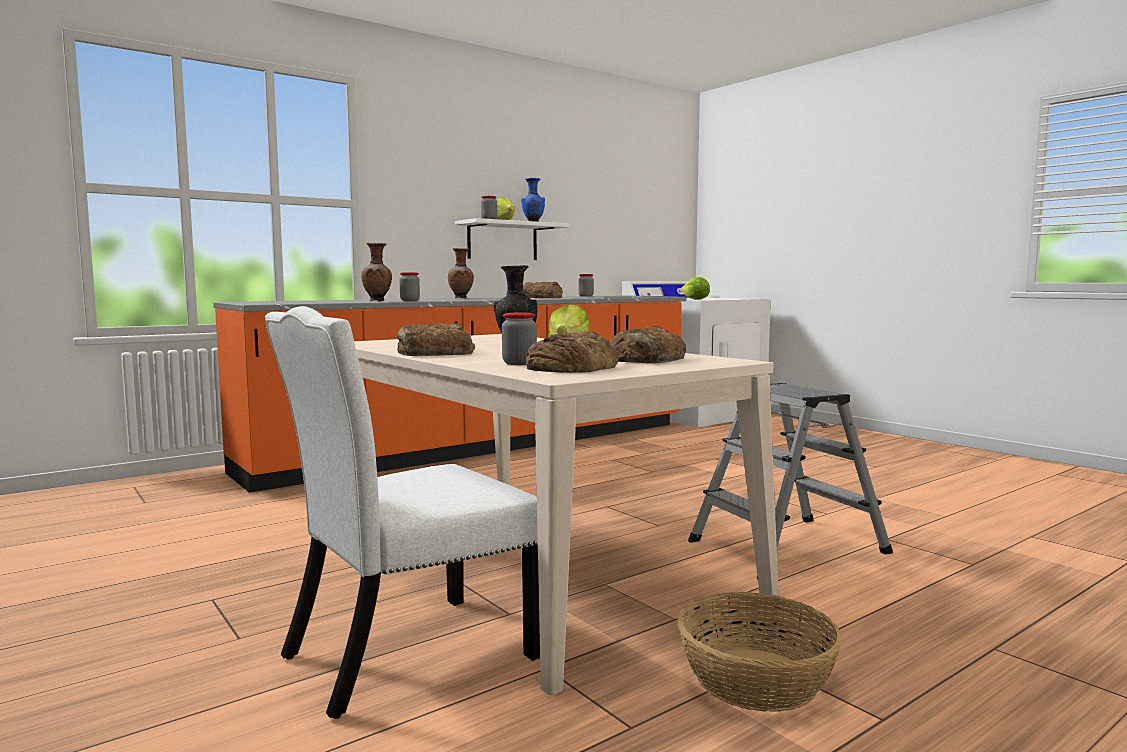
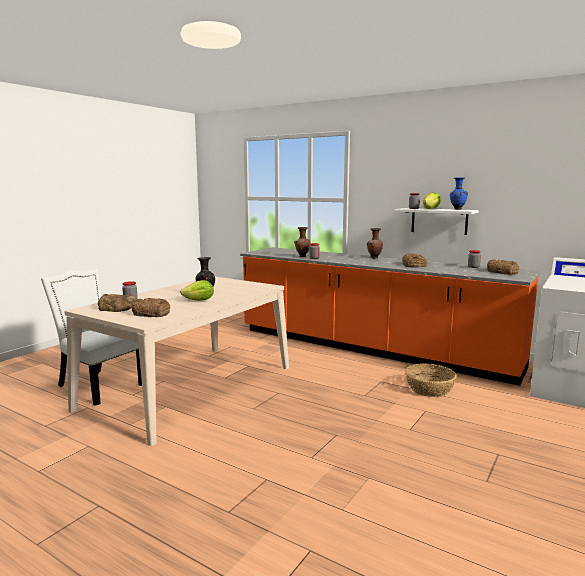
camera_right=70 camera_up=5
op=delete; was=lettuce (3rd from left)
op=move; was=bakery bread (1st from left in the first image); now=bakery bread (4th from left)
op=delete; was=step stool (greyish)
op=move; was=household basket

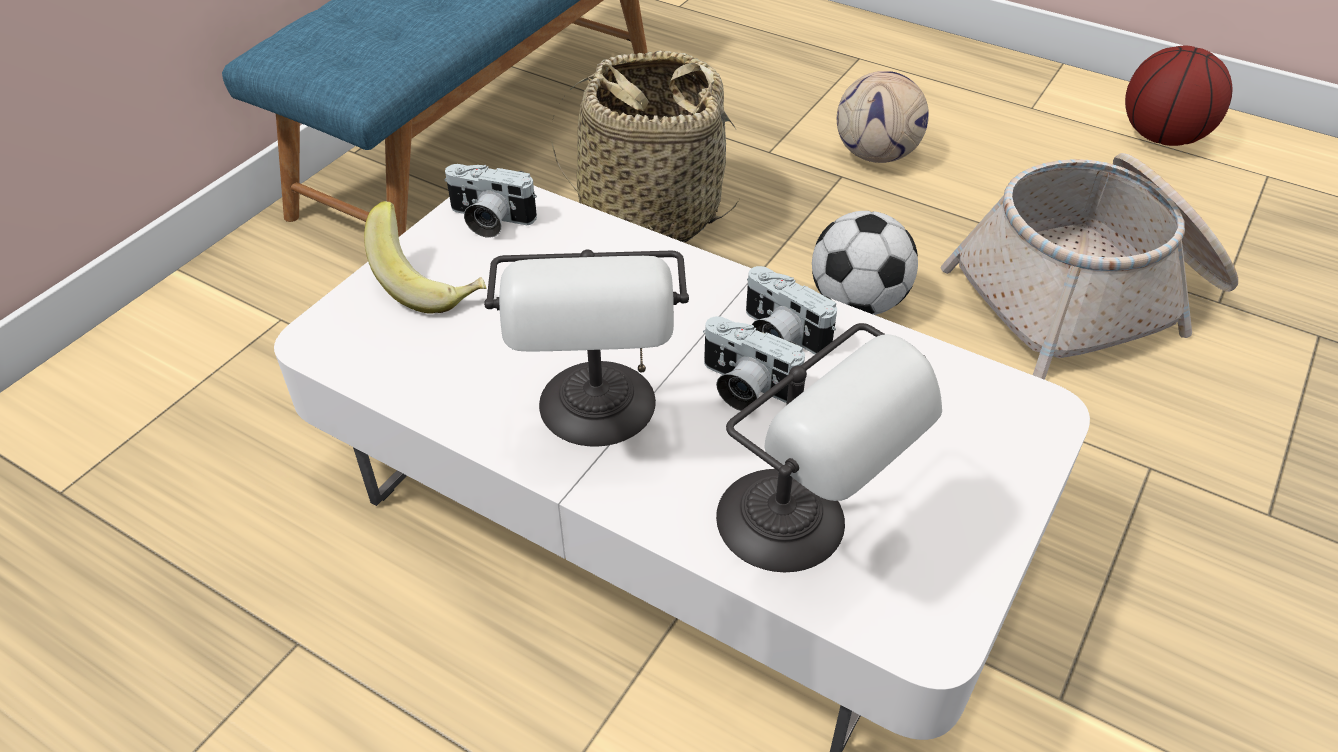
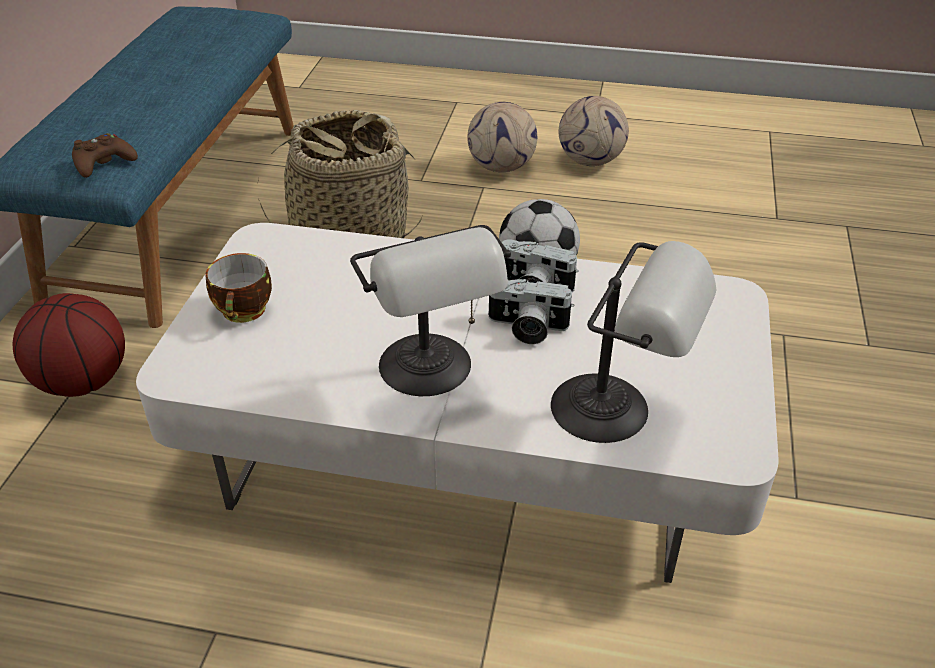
camera_right=-20 camera_up=-5
op=move; was=basketball
op=delete; was=household basket (2nd from left)
op=delete; was=photo camera (1st from left)
op=replace; was=banana fruit; now=drinking cup
op=insert; now=football (3rd from left)
op=insert; now=game controller (brownish)

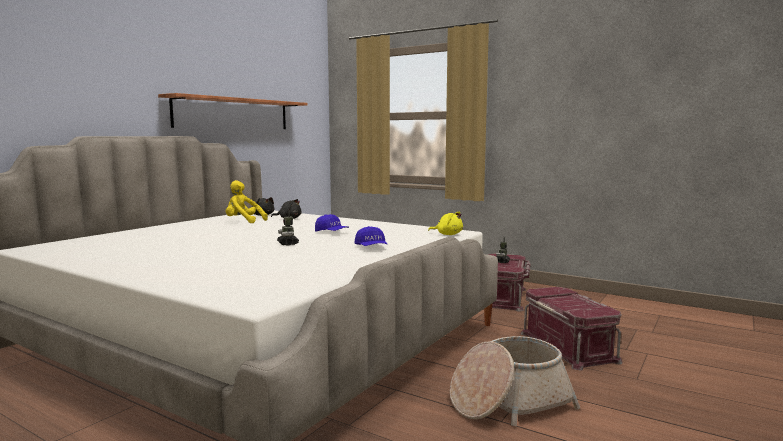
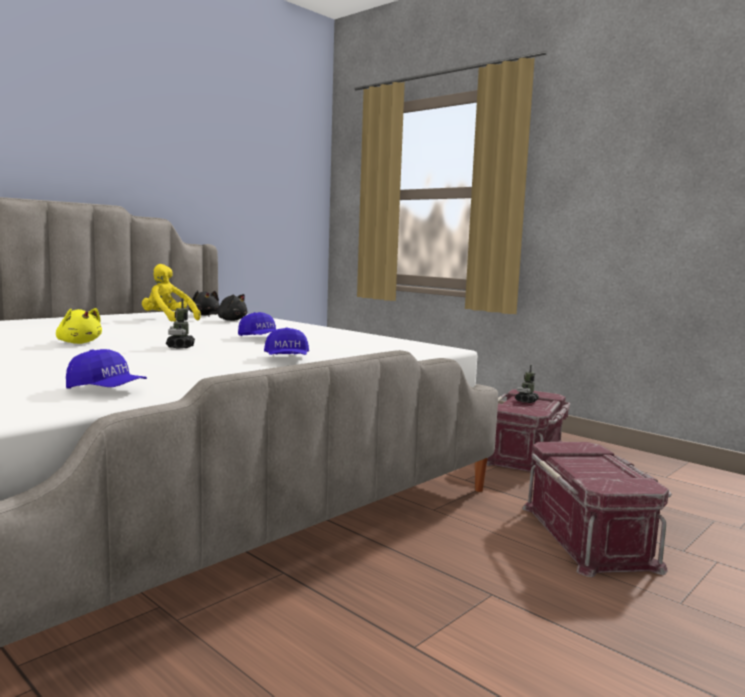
camera_right=10 camera_up=0
op=delete; was=wall shelf
op=move; was=cuddly toy (yellowish) (2nd from left in the first image); now=cuddly toy (yellowish) (1st from left)
op=delete; was=household basket
op=insert; now=cap (blue-coloured) (1st from left)

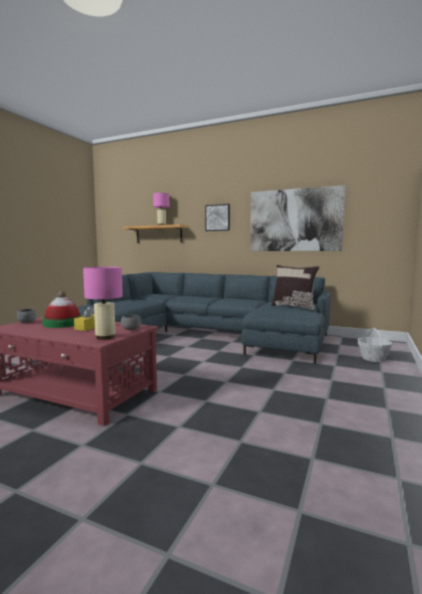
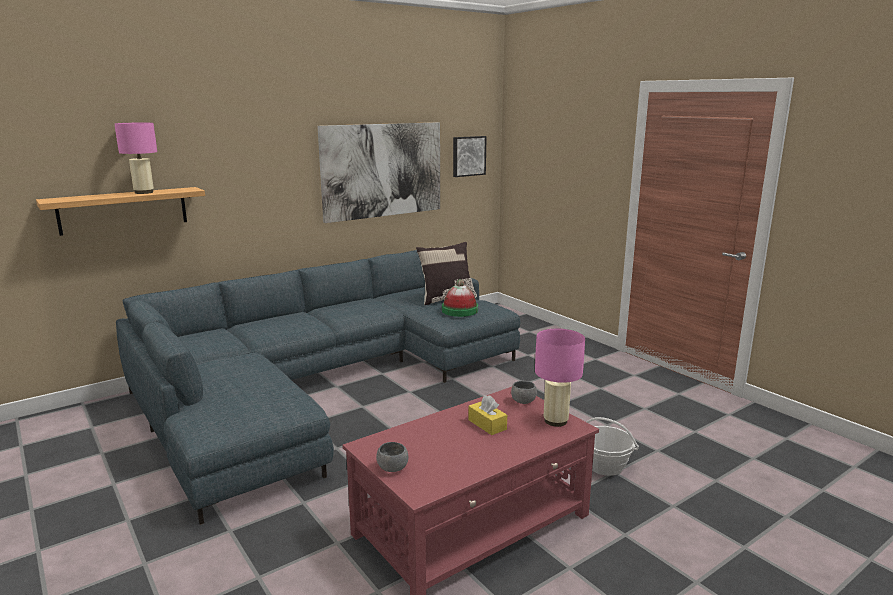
camera_right=-60 camera_up=10
op=move; was=wall picture (1st from left in the first image); now=wall picture (2nd from left)
op=move; was=hat
op=move; was=household basket

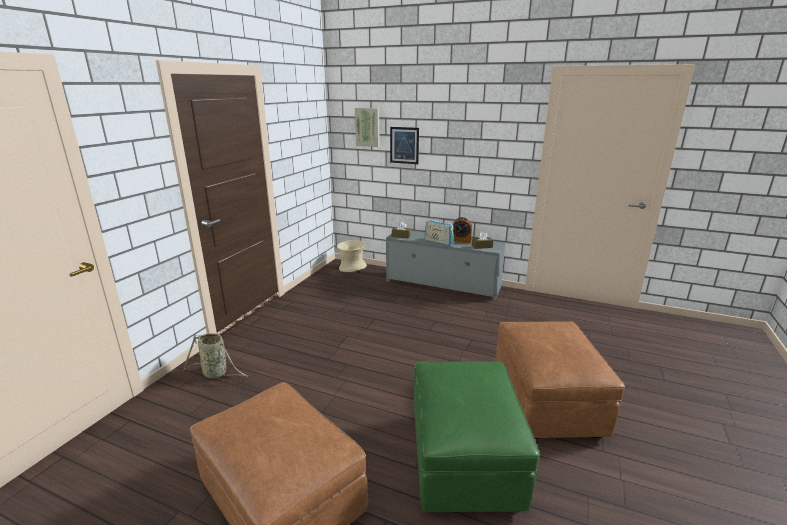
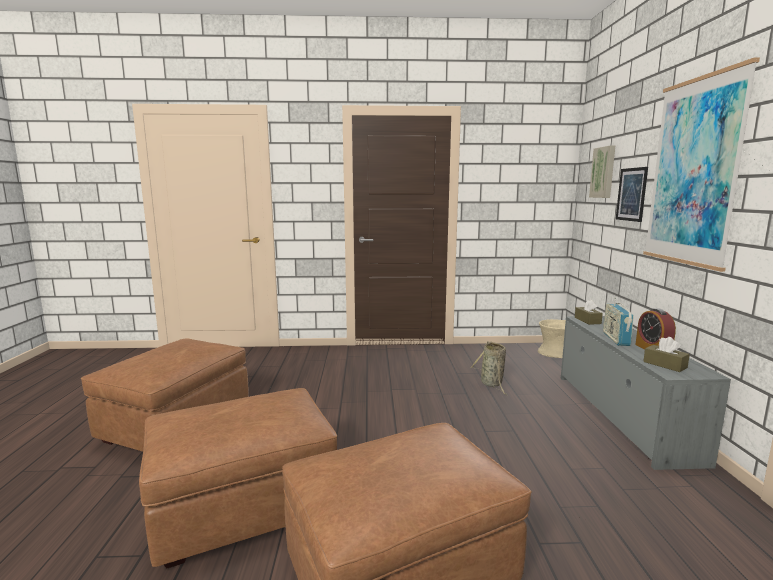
camera_right=65 camera_up=-10
op=move; was=household basket
op=recolor; was=ottoman (greenish); now=ottoman (brownish) (2nd from left)
op=insert; now=wall picture (3rd from left)

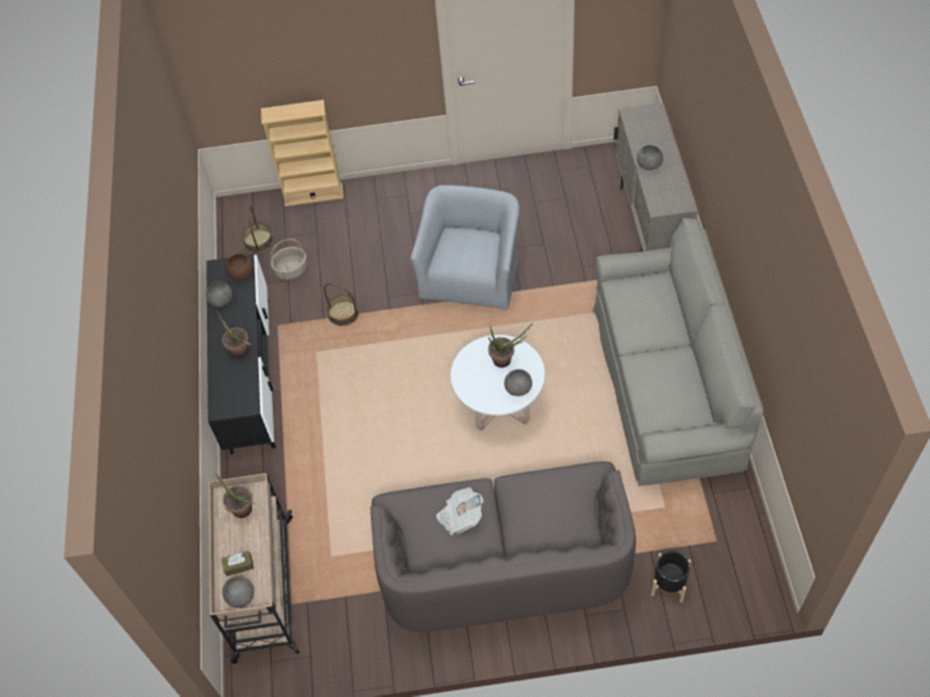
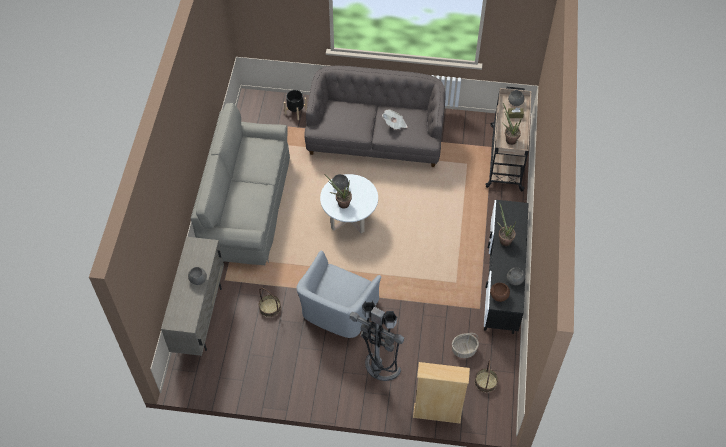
camera_right=-170 camera_up=0
op=move; was=household basket (3rd from left in the first image); now=household basket (1st from left)
op=insert; now=standing lamp (greyish)

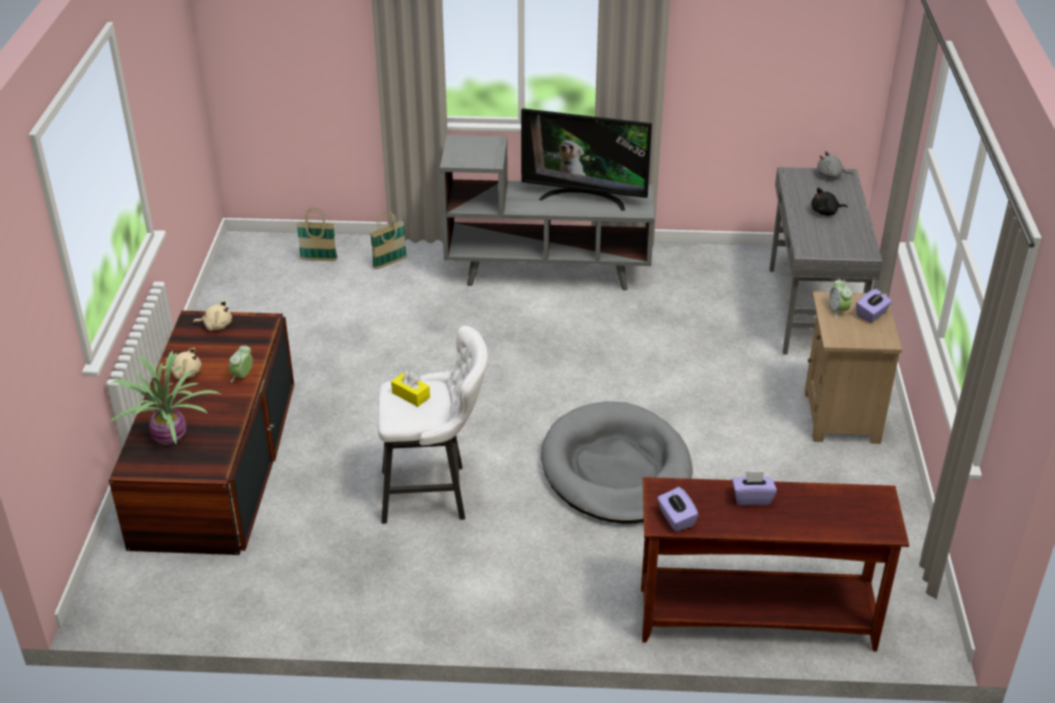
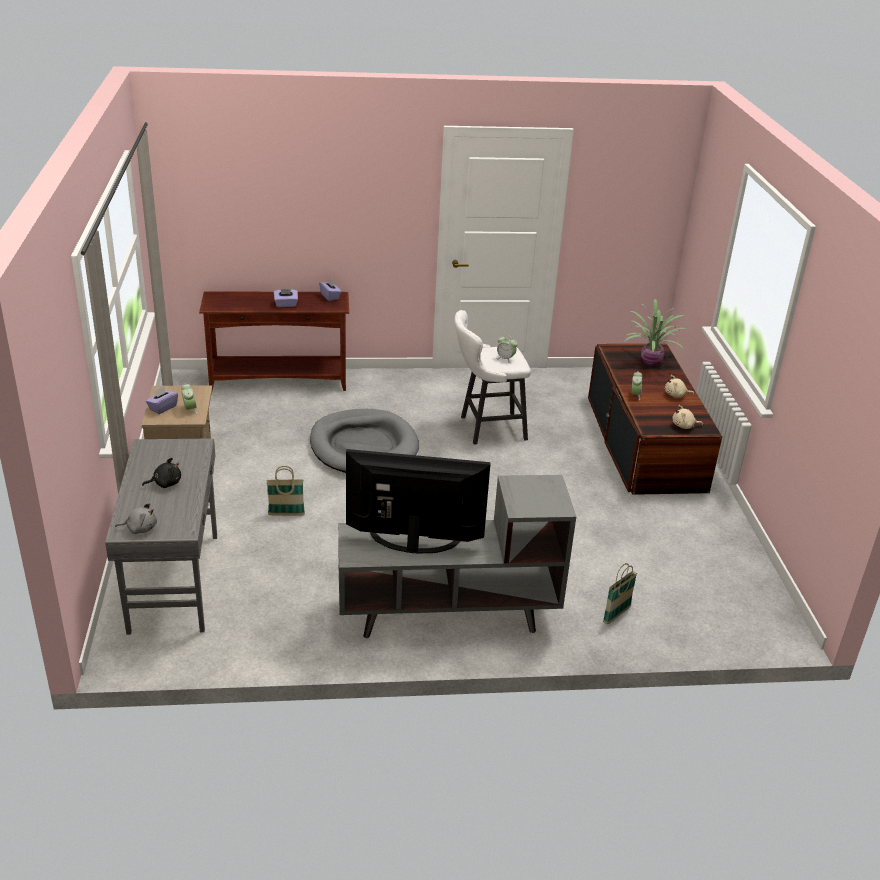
camera_right=170 camera_up=-5
op=move; was=household basket (1st from left)
op=replace; was=tissue box (yellowish); now=table clock (2nd from left)

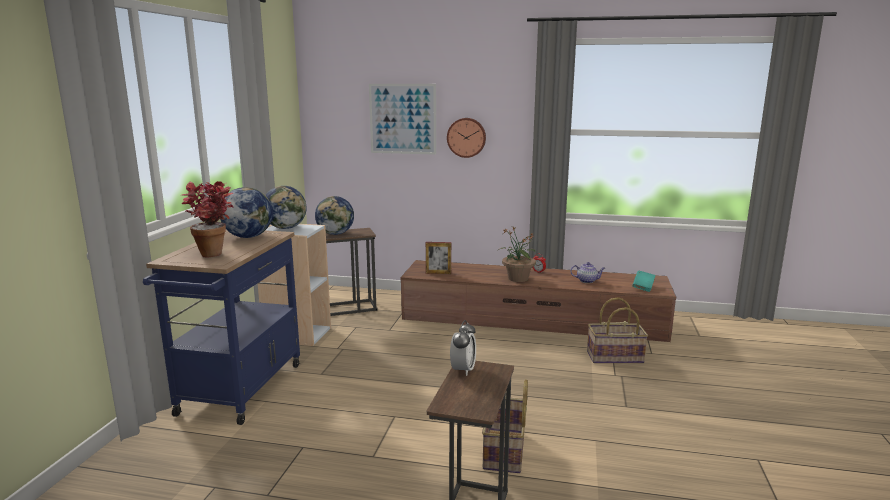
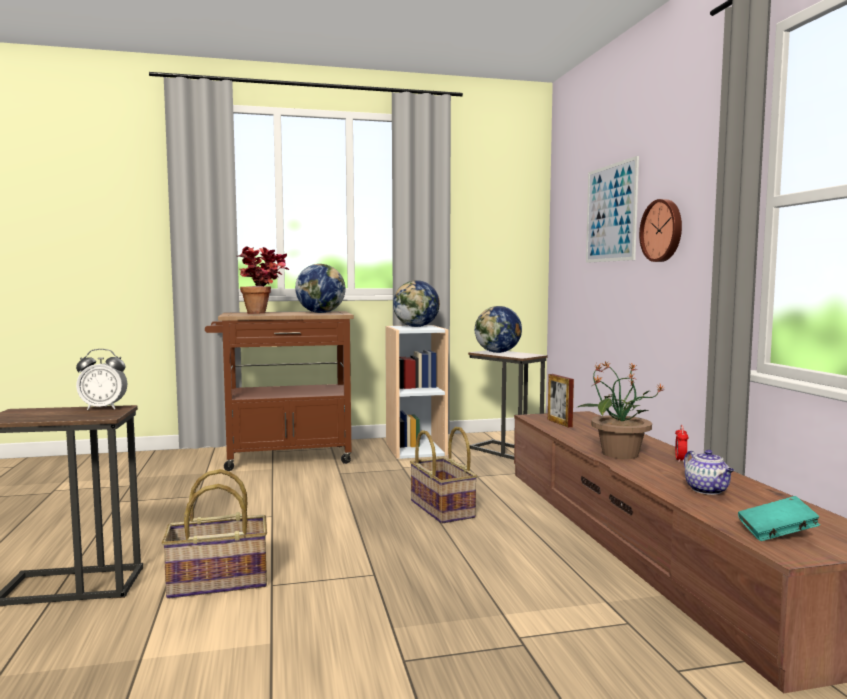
camera_right=65 camera_up=-10
op=recolor; was=wheeled cart (blue-coloured); now=wheeled cart (brownish)
op=move; was=household basket (2nd from left)

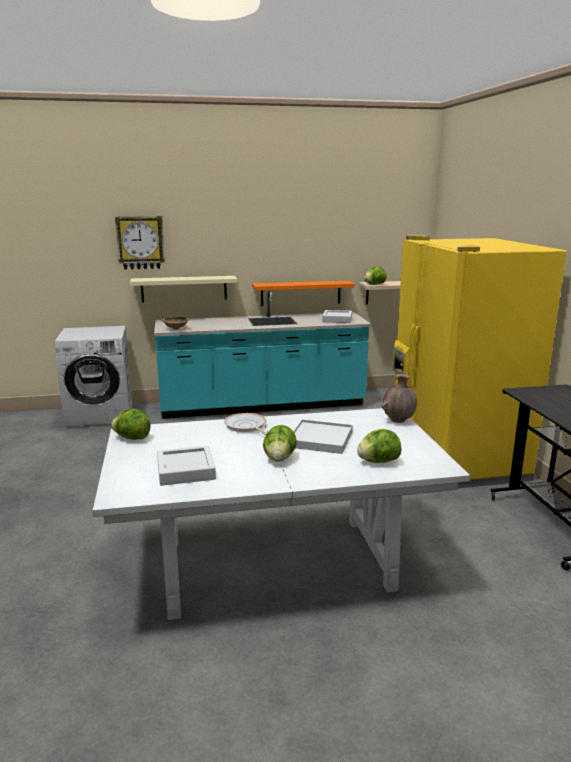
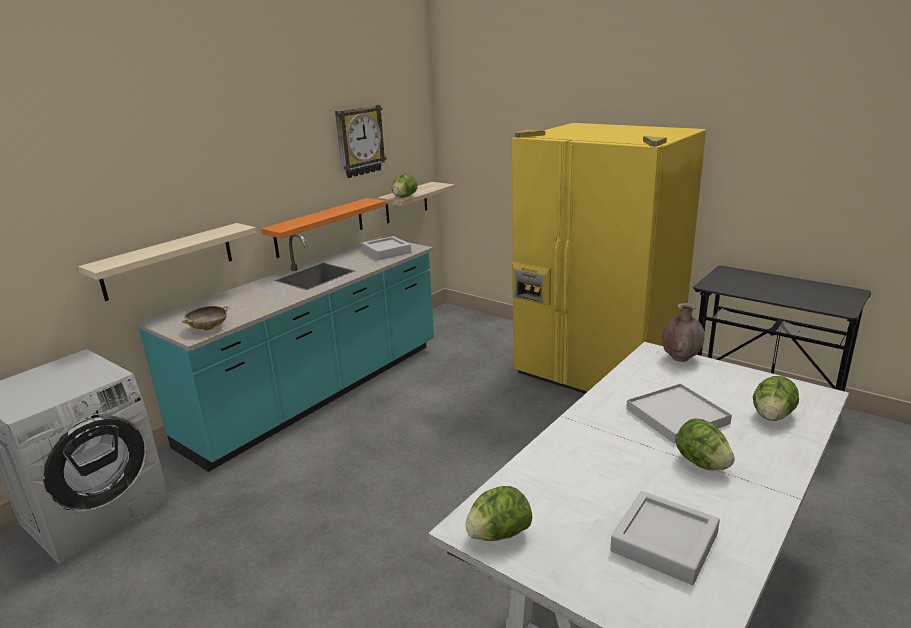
camera_right=-40 camera_up=5
op=move; was=hanging clock
op=delete; was=pan

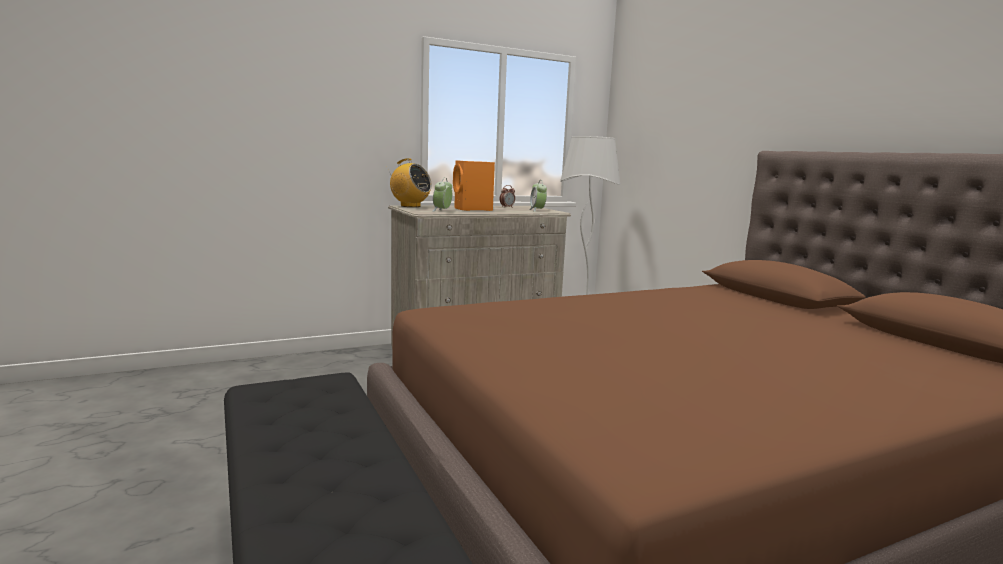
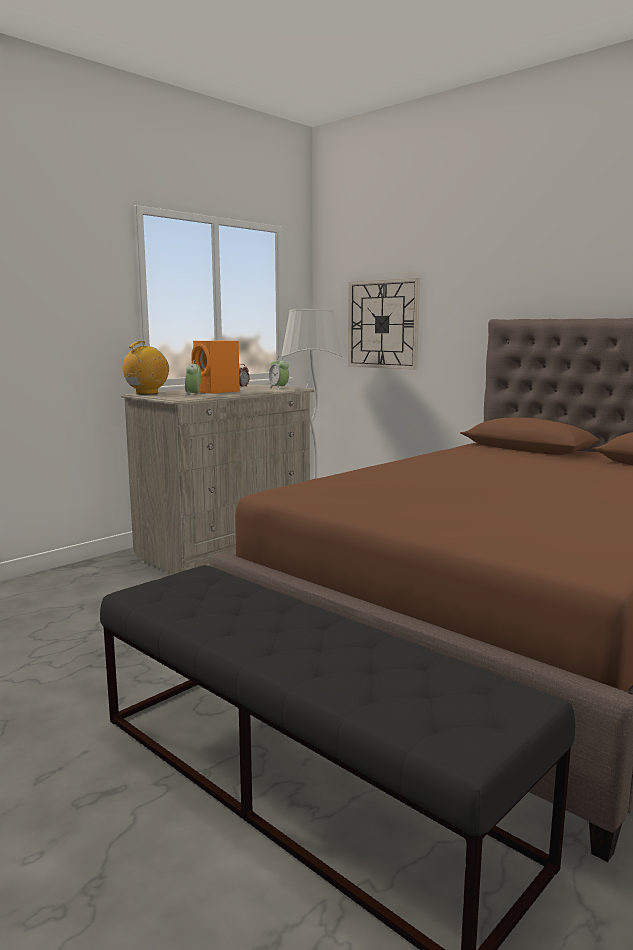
camera_right=-20 camera_up=0
op=rotate; was=radio receiver; clockwise=-60
op=insert; now=hanging clock

